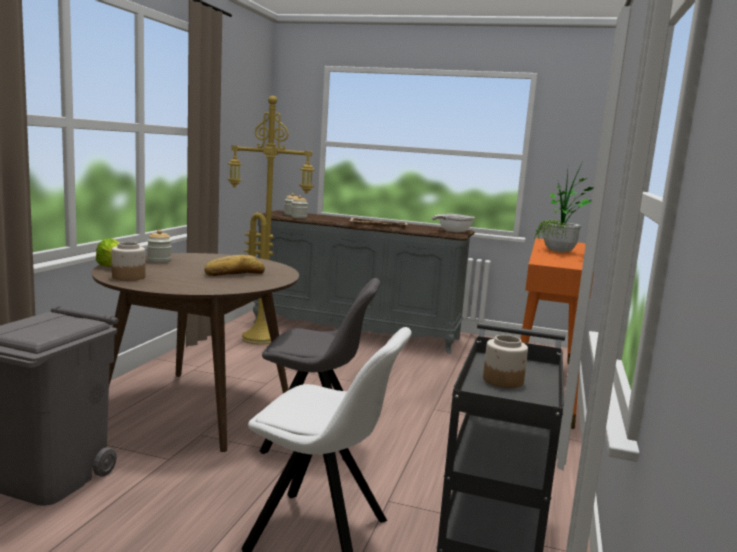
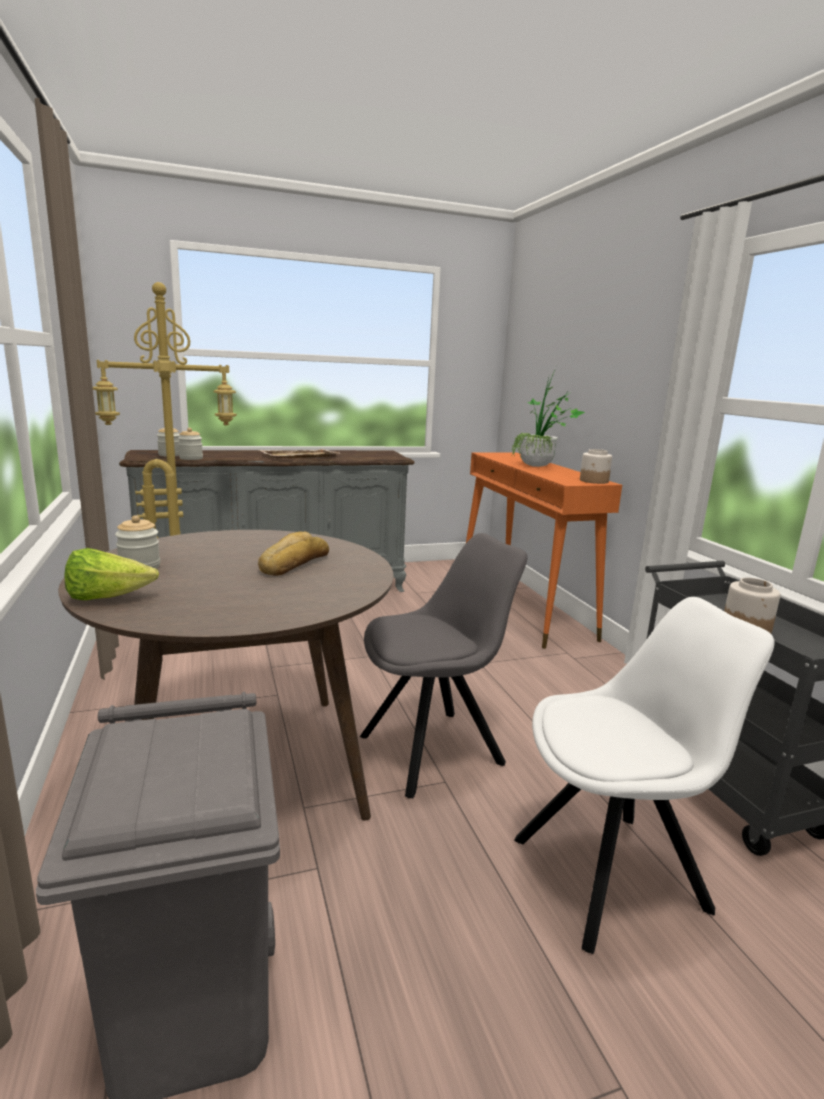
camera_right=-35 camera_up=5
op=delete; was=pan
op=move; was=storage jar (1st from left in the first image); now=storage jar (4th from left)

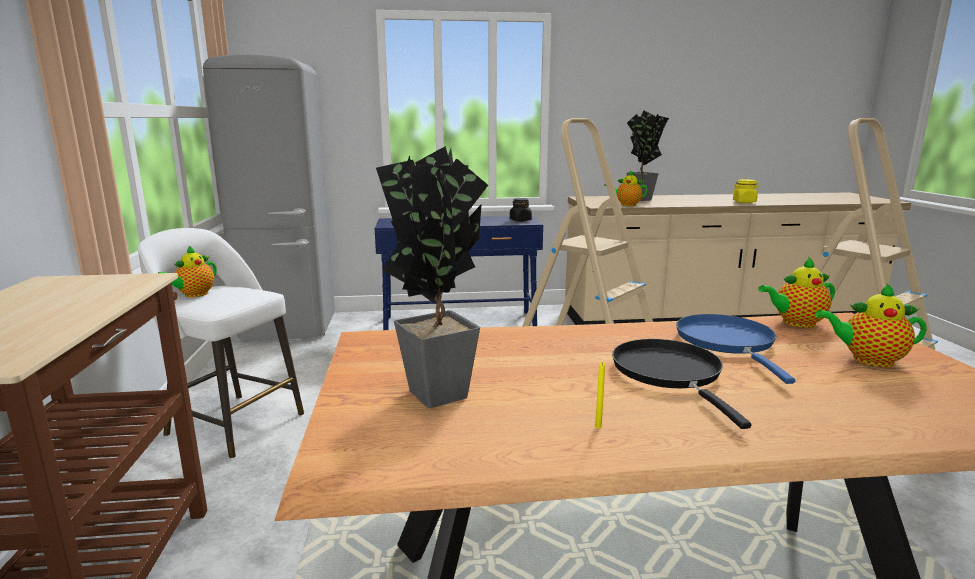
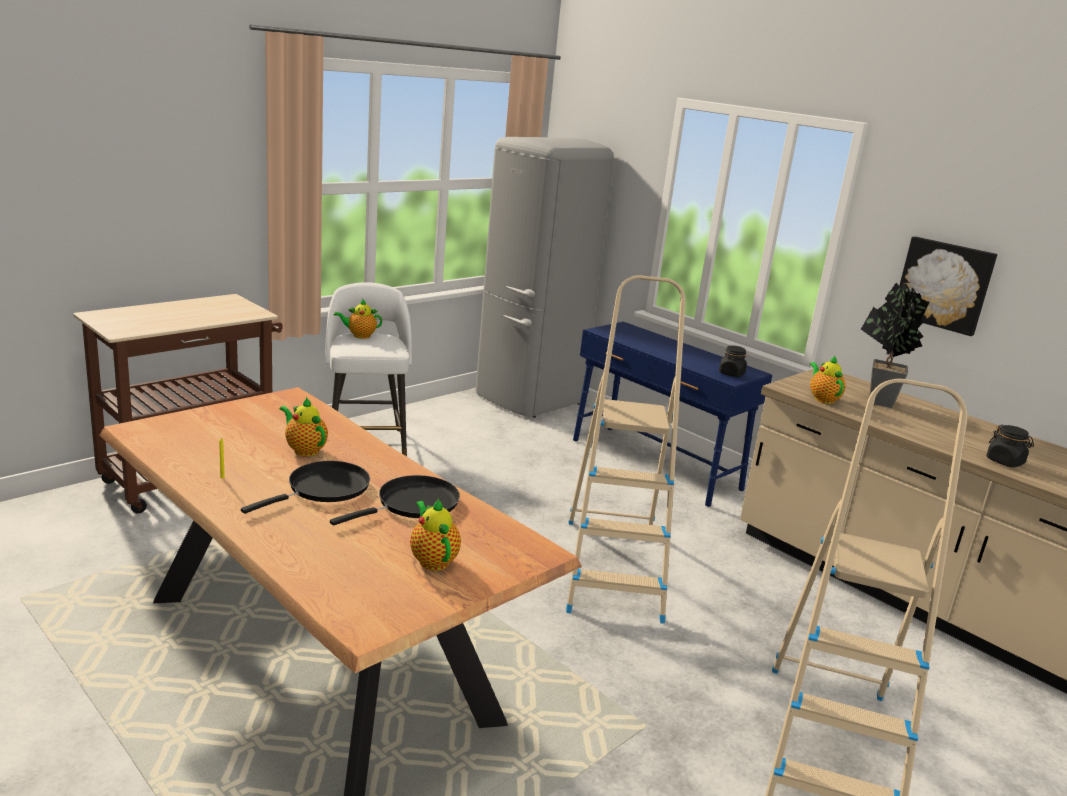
camera_right=50 camera_up=5
op=delete; was=potted plant (1st from left)
op=recolor; was=storage jar (yellowish); now=storage jar (black-coloured) (2nd from left)
op=move; was=pot for tea (3rd from left in the first image); now=pot for tea (1st from left)
op=recolor; was=pan (blue-coloured); now=pan (black-coloured) (2nd from left)
op=insert; now=wall picture

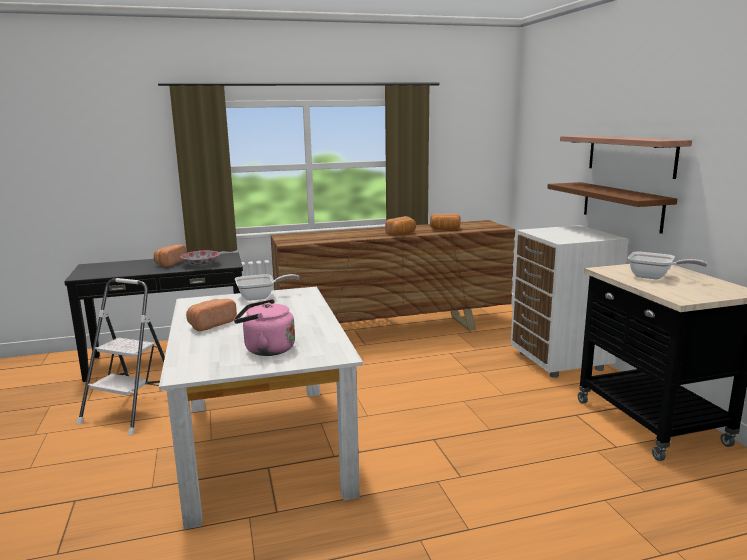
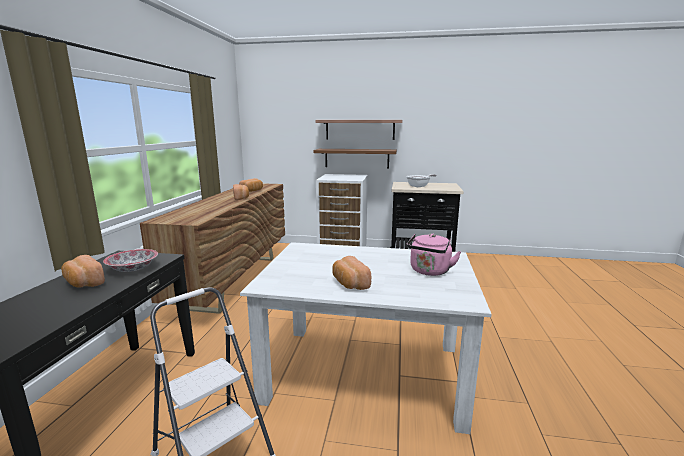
camera_right=-65 camera_up=0
op=delete; was=pan (1st from left)

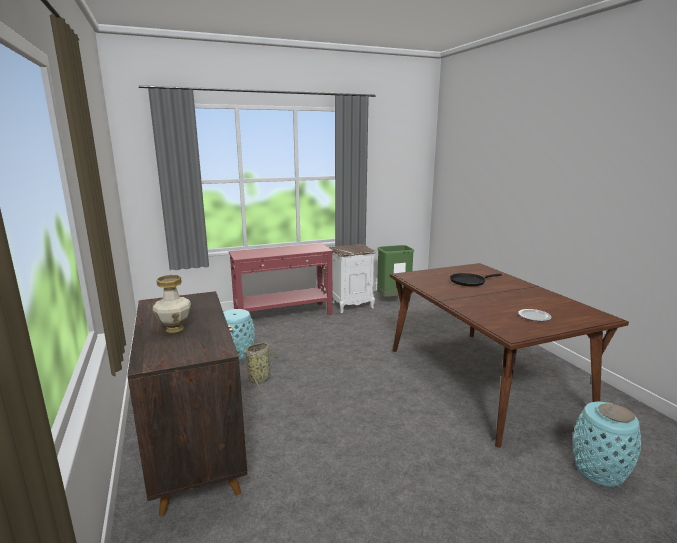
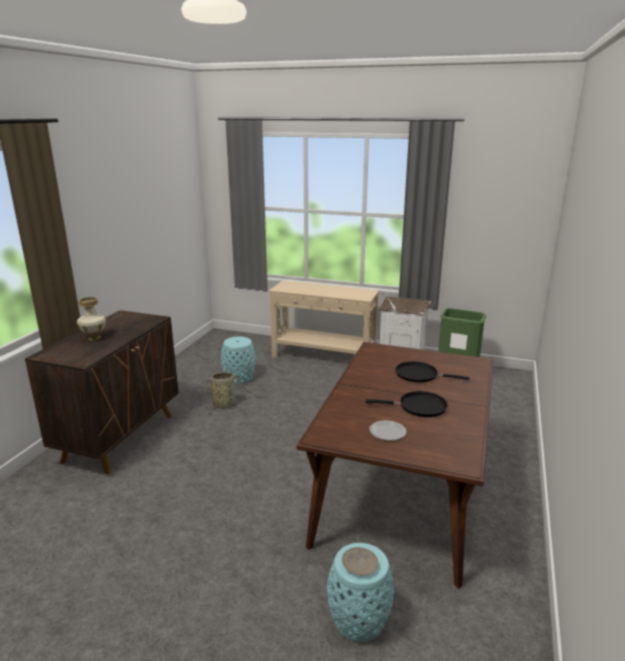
camera_right=40 camera_up=5
op=recolor; was=narrow table (red-coloured); now=narrow table (beige)
op=insert; now=pan (black-coloured) (1st from left)

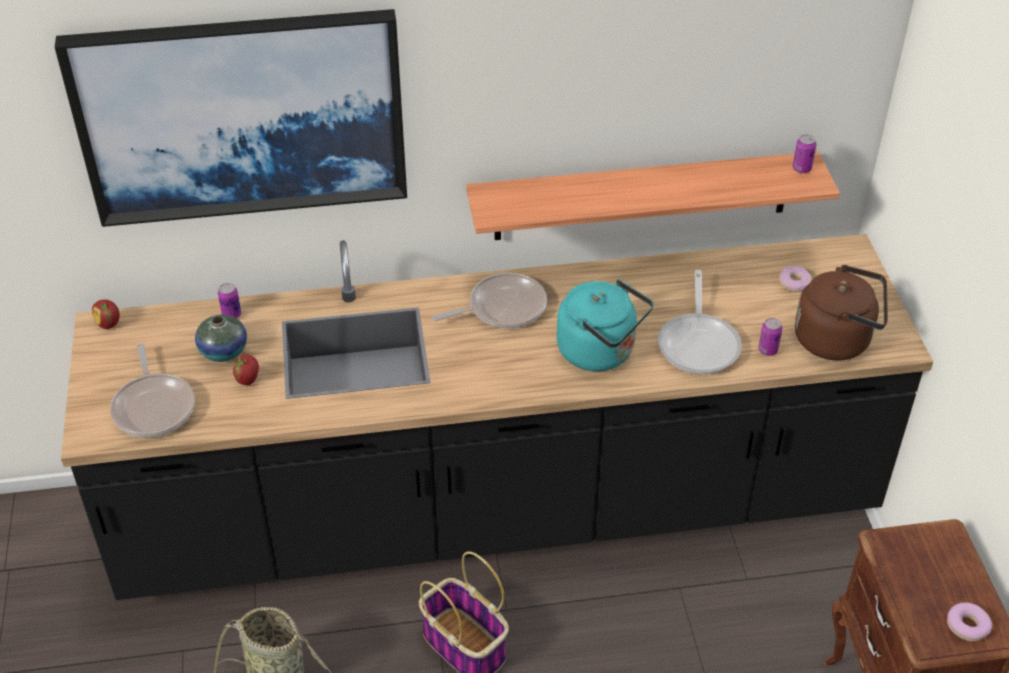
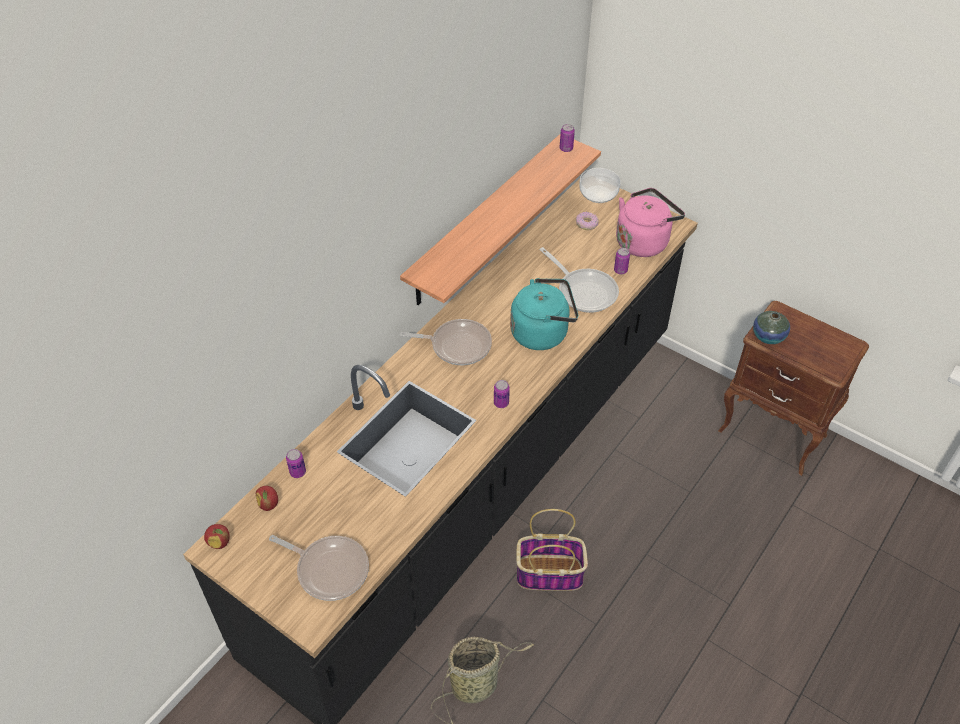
camera_right=-45 camera_up=5
op=delete; was=wall picture
op=recolor; was=water kettle (brownish); now=water kettle (pink)
op=rotate; was=pan (2nd from left); clockwise=75
op=move; was=decorative vase
op=move; was=apple (2nd from left)
op=delete; was=doughnut (2nd from left)
op=insert; now=deep dish
op=insert; now=metal can (2nd from left)

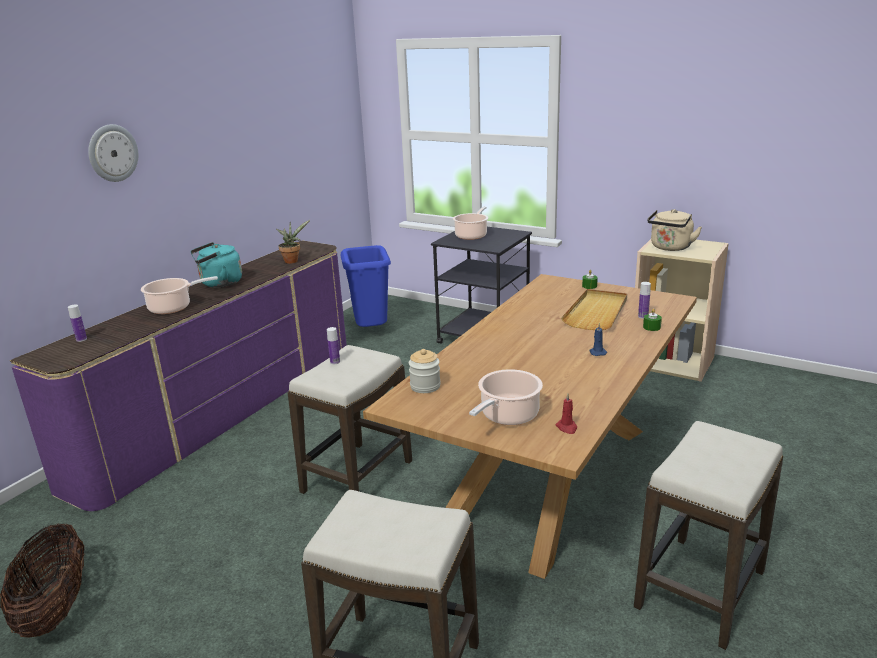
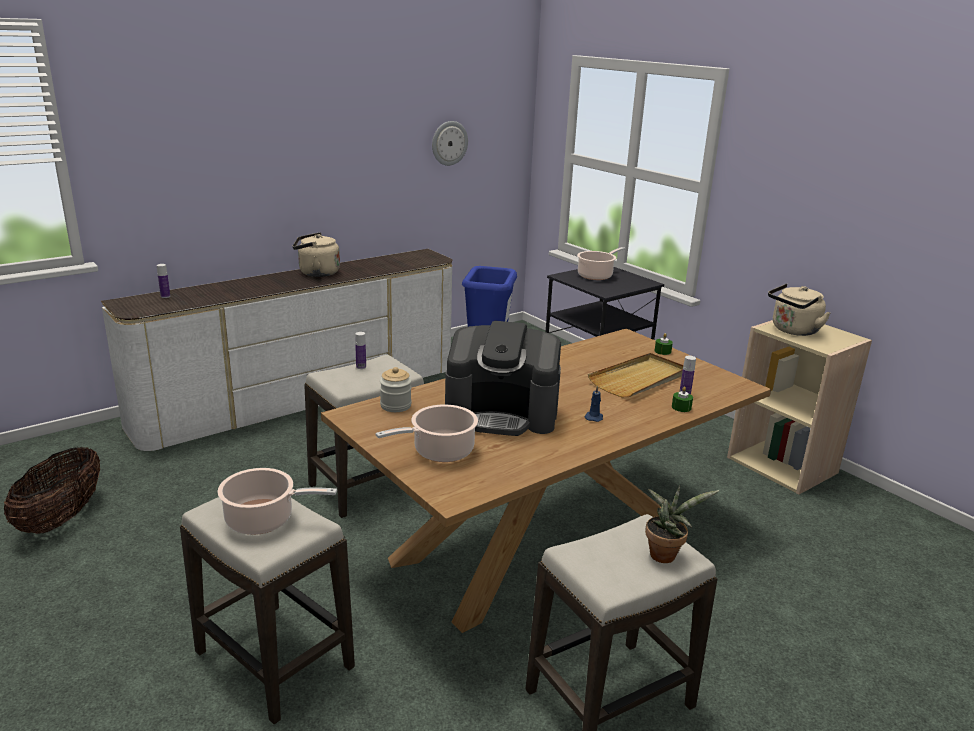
camera_right=20 camera_up=0
op=move; was=hanging clock
op=move; was=potted plant
op=recolor; was=storage cabinet (purple); now=storage cabinet (whitish)
op=recolor; was=water kettle (turquoise-coloured); now=water kettle (beige) (1st from left)
op=move; was=stockpot (1st from left)
op=delete; was=candle (red-coloured)
op=insert; now=coffee maker

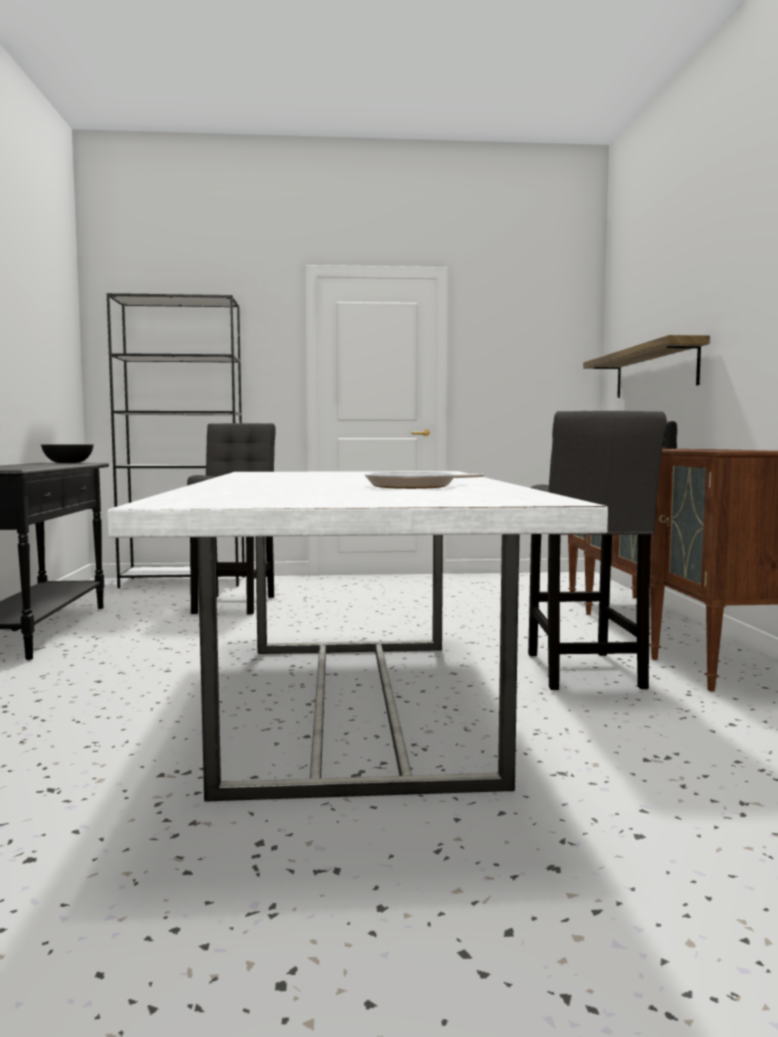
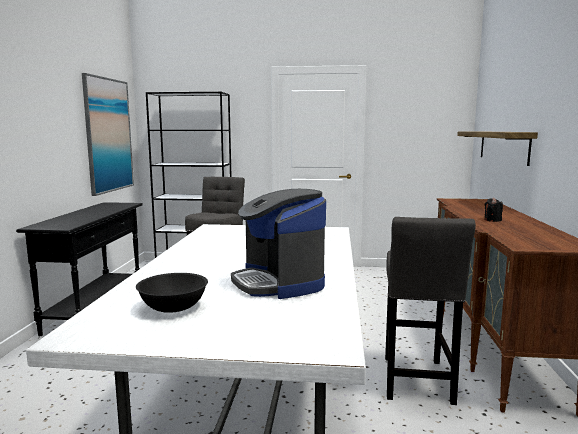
camera_right=10 camera_up=5
op=move; was=deep dish (black-coloured)
op=replace; was=pan; now=coffee maker
op=insert; now=wall picture

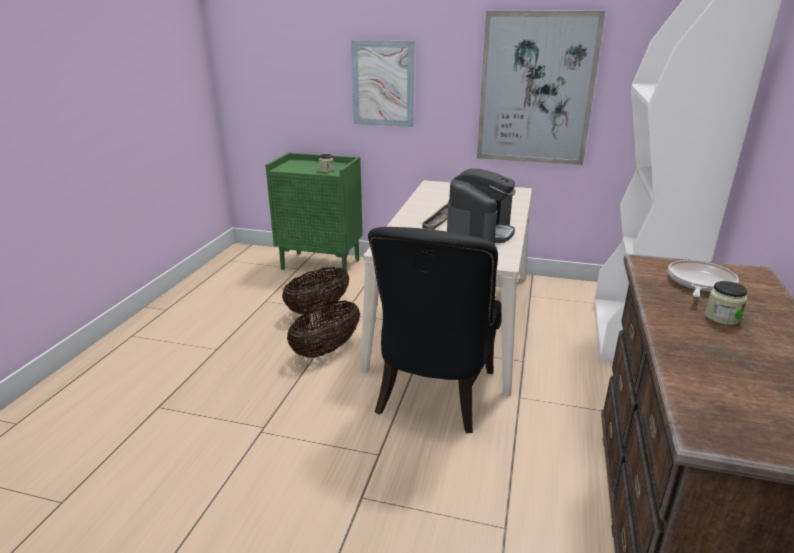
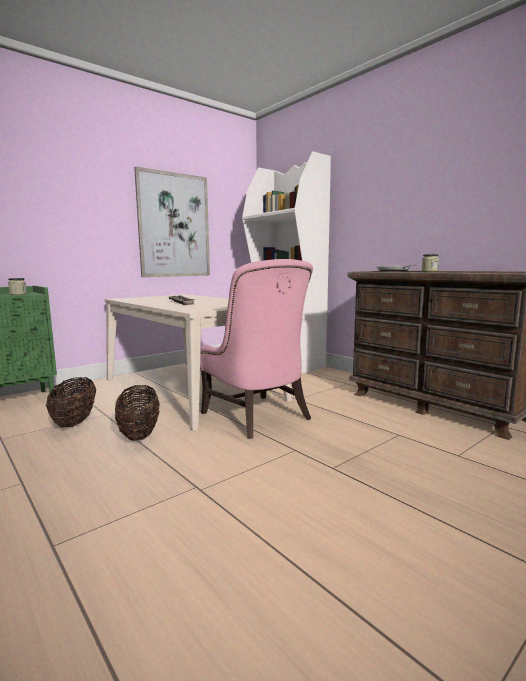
camera_right=-55 camera_up=-15
op=delete; was=wall picture (1st from left)
op=delete; was=coffee maker
op=recolor; was=upright chair (black-coloured); now=upright chair (pink)

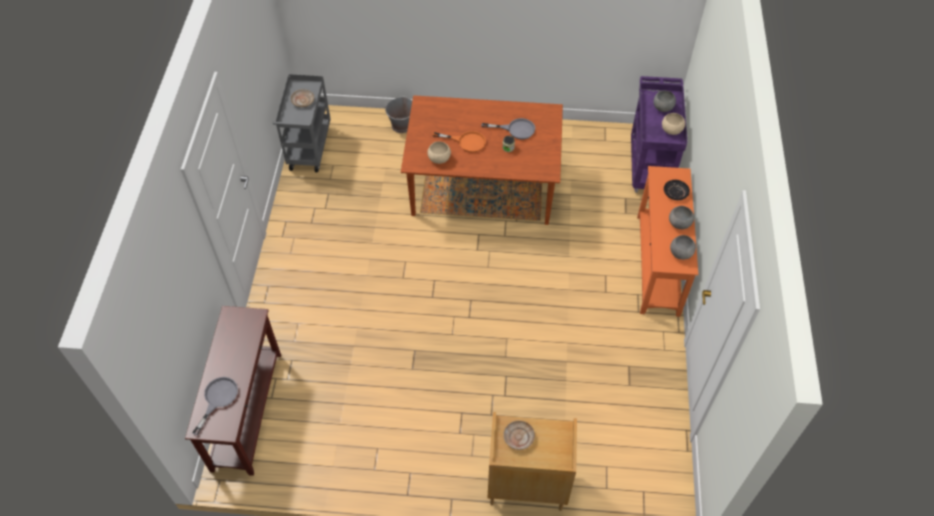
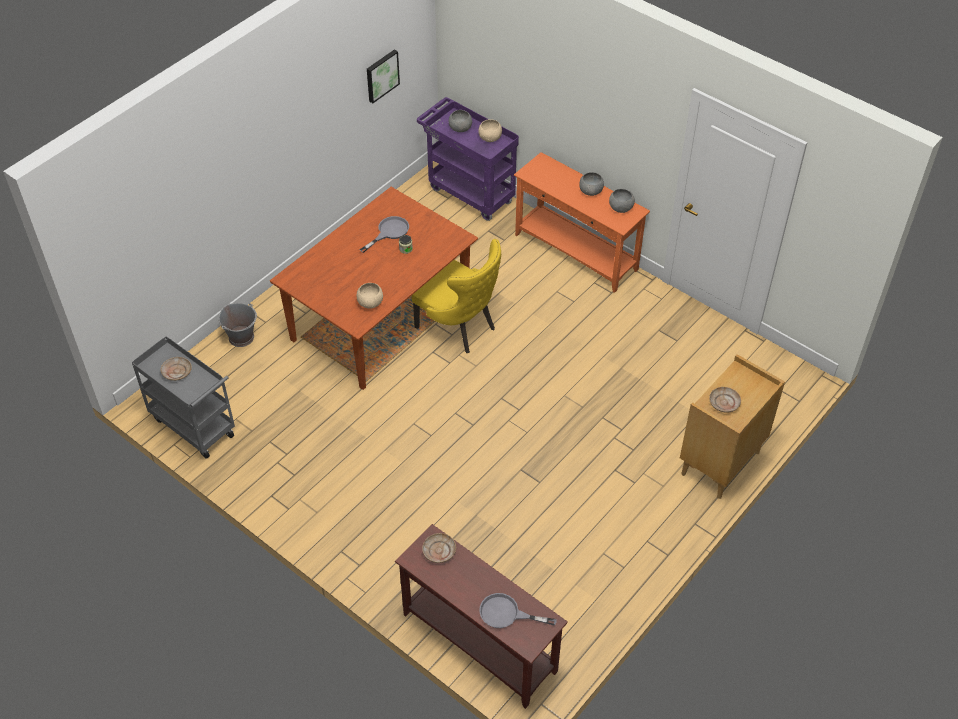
camera_right=-55 camera_up=-5
op=delete; was=pan (orange)
op=delete; was=flat dish (black-coloured)
op=rotate; was=pan (greyish) (1st from left in the first image); clockwise=-45
op=insert; now=wall picture
op=insert; now=upright chair (yellowish)
op=insert; now=flat dish (beige) (2nd from left)

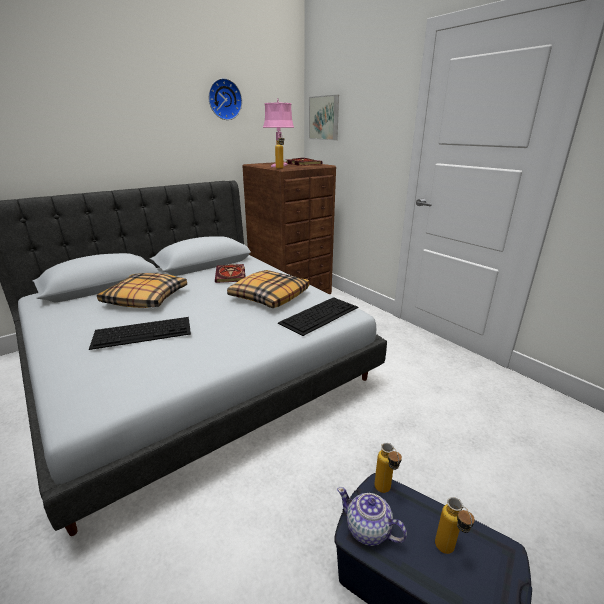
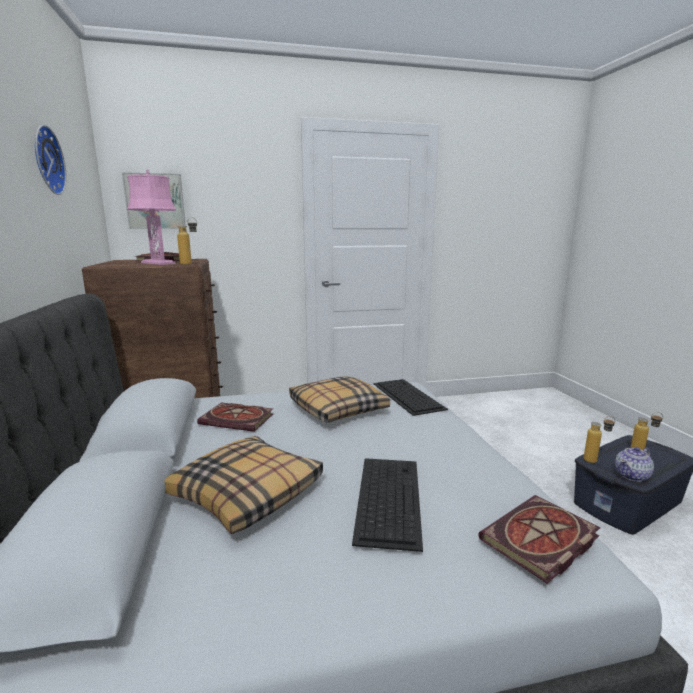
camera_right=-65 camera_up=-10
op=insert; now=bound book (3rd from left)

